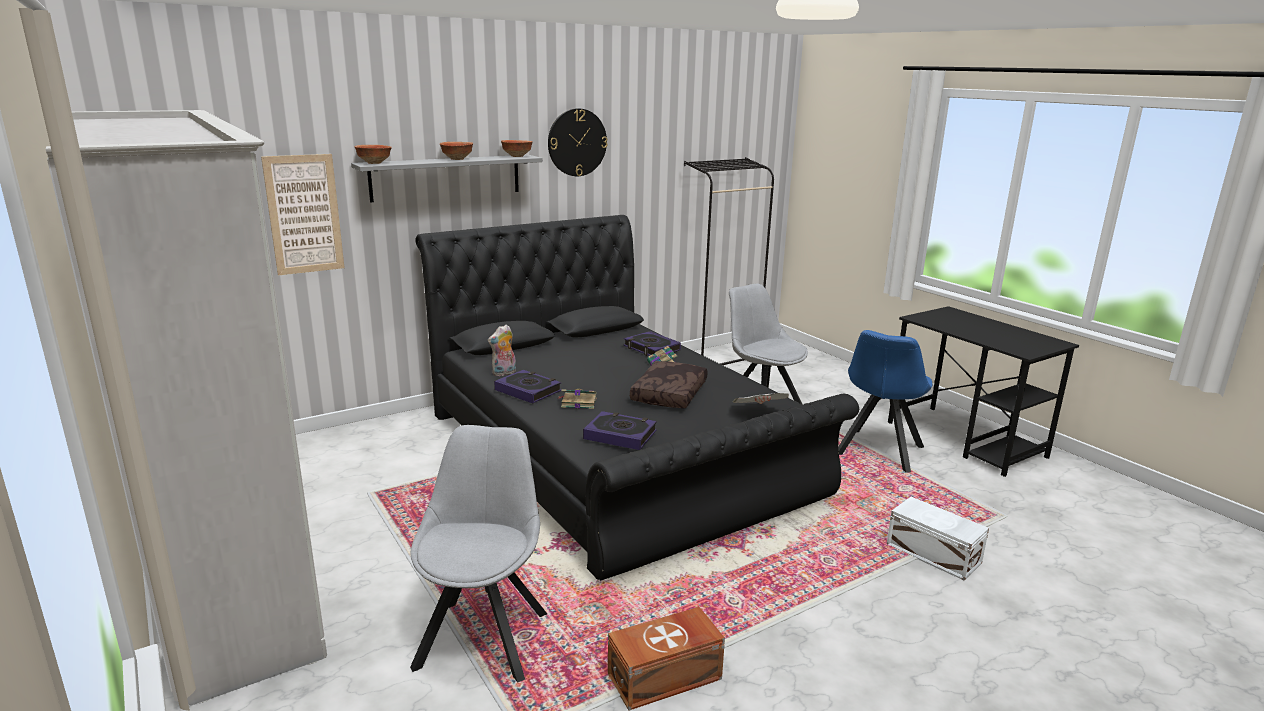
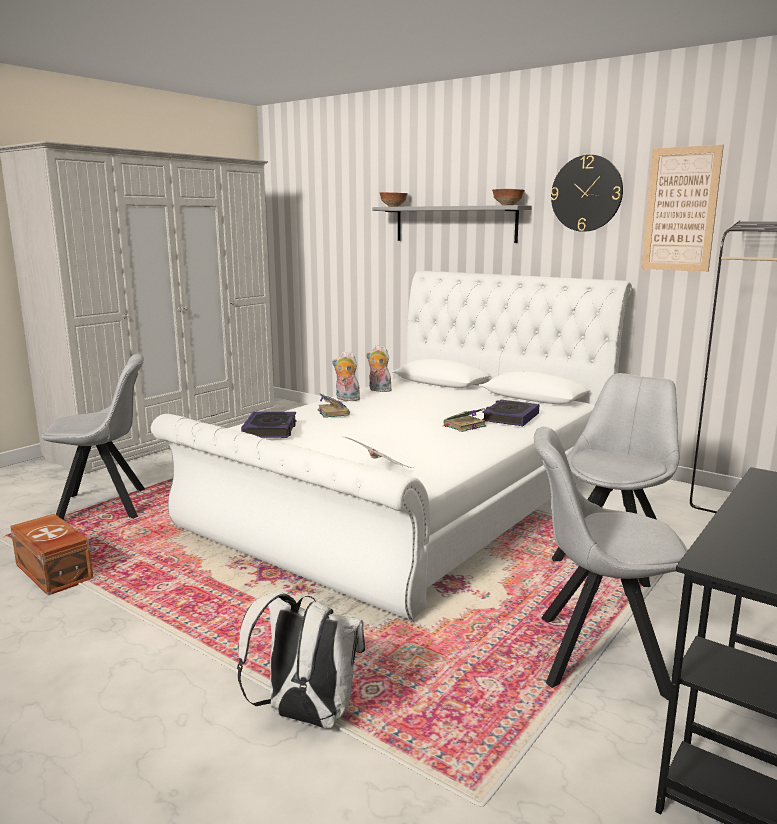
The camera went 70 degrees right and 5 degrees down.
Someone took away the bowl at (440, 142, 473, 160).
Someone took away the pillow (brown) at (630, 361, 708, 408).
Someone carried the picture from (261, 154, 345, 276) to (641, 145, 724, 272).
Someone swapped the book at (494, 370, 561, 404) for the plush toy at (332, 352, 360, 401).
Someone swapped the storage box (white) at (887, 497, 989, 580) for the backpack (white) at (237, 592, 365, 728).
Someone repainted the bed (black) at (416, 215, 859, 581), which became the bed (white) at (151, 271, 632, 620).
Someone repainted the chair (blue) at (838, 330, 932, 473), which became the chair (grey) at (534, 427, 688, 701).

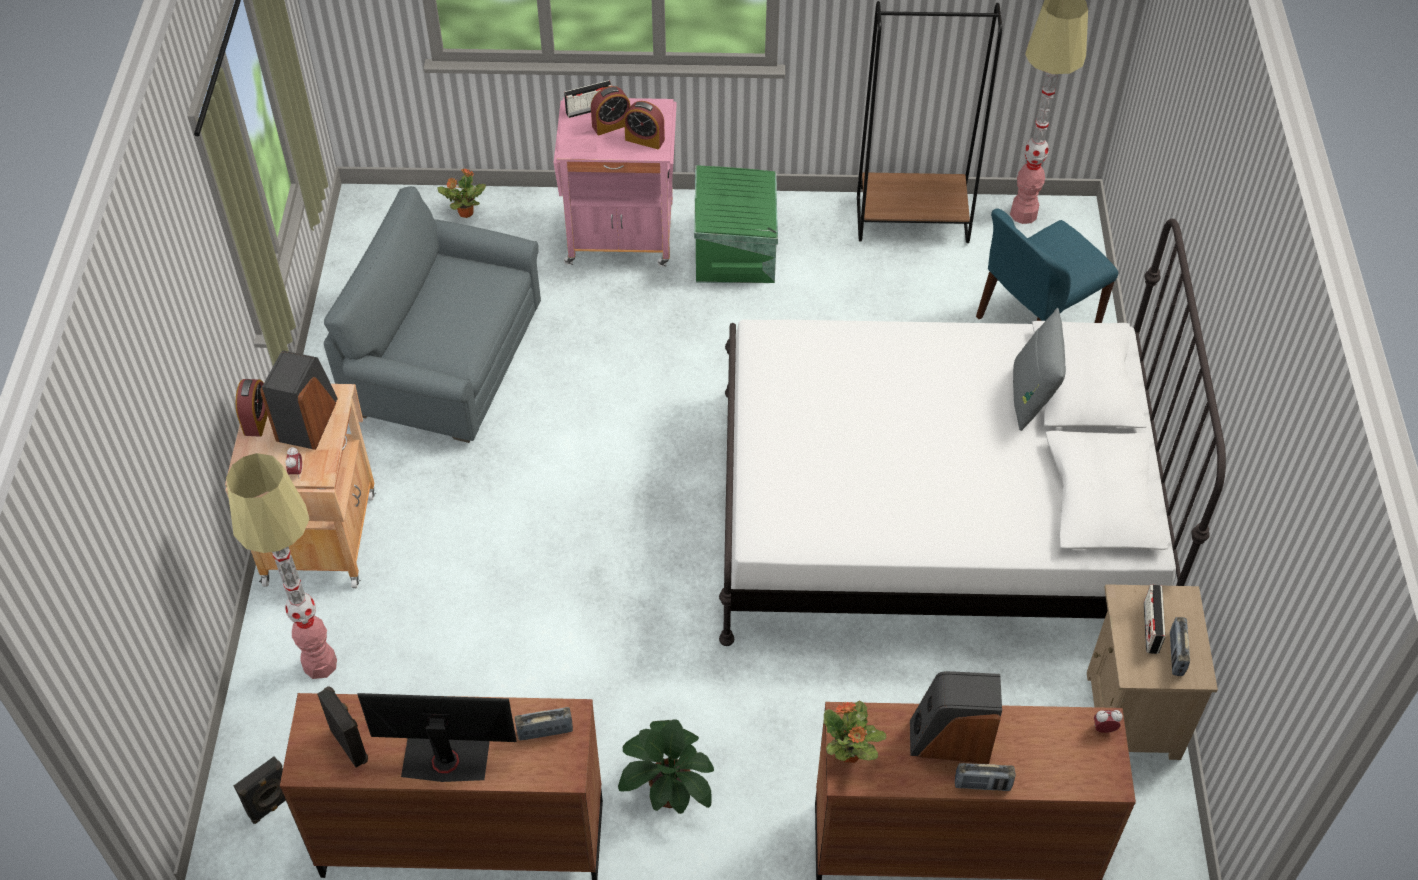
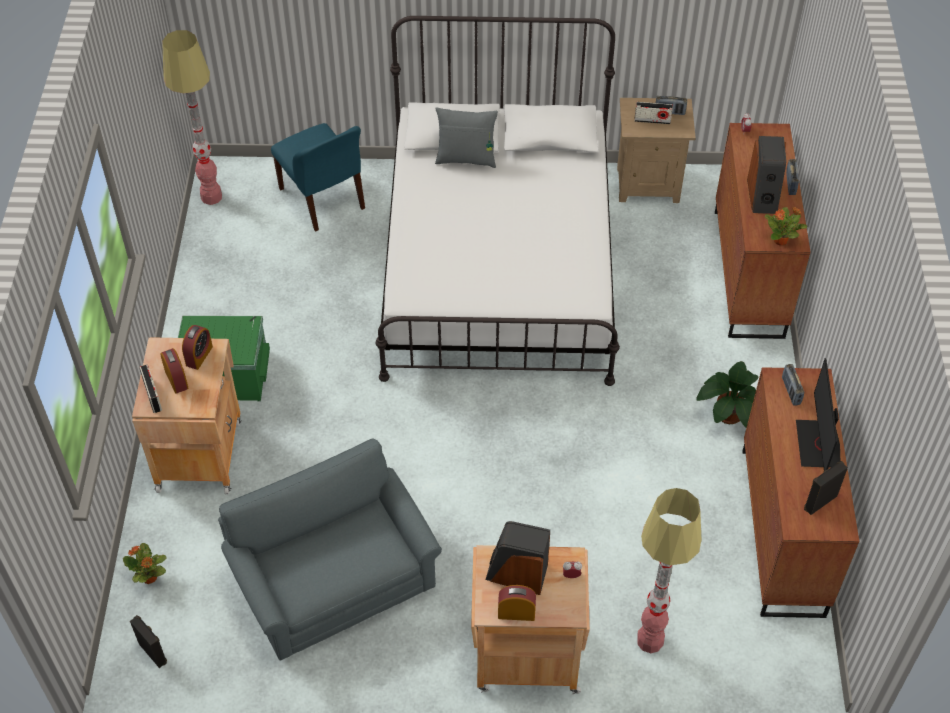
The camera went 90 degrees left and 0 degrees up.
Someone took away the clothes rack at (857, 1, 1002, 243).
Someone carried the speaker (black) from (234, 756, 286, 824) to (130, 615, 167, 668).
Someone repainted the cart (pink) at (554, 97, 677, 267), which became the cart (brown) at (132, 337, 242, 494).
Someone rotated the armchair (grey) at (324, 186, 541, 443) by 135 degrees clockwise.

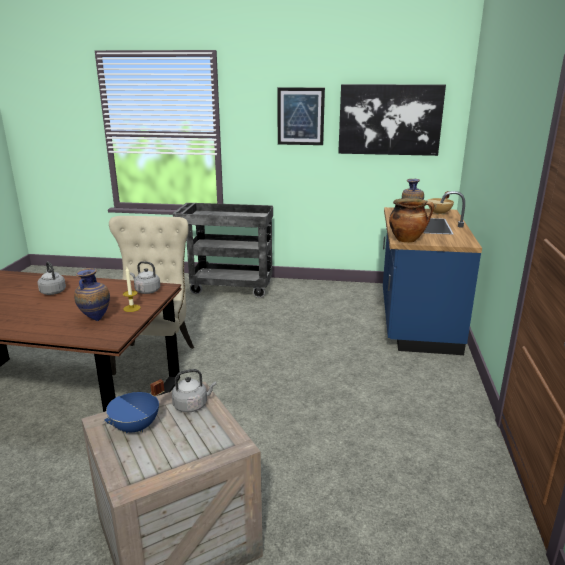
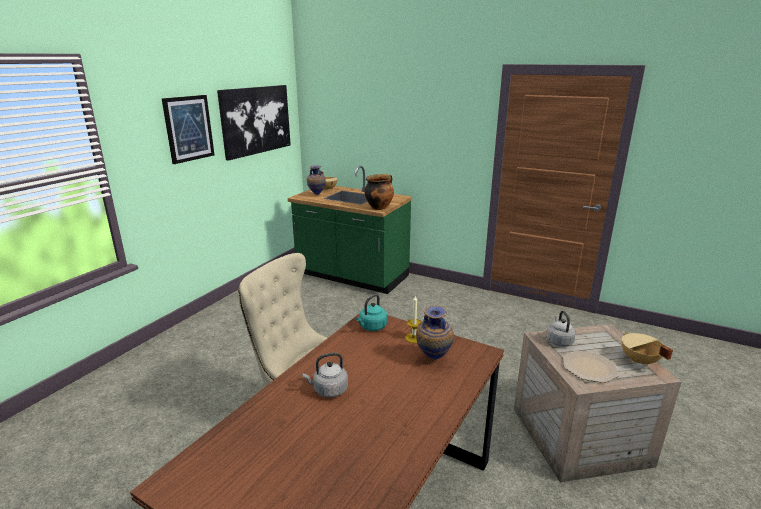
The camera went 70 degrees left and 0 degrees up.
Someone took away the cart (black) at (173, 203, 273, 298).
Someone put down the cooking pot (beige) at (622, 331, 673, 366).
Someone swapped the cooking pot (blue) at (104, 379, 164, 433) for the plate at (563, 351, 619, 383).
Someone repainted the kettle (grey) at (130, 261, 160, 294), which became the kettle (turquoise) at (356, 294, 387, 331).
Someone repainted the counter (blue) at (383, 191, 482, 355), which became the counter (green) at (288, 166, 412, 294).

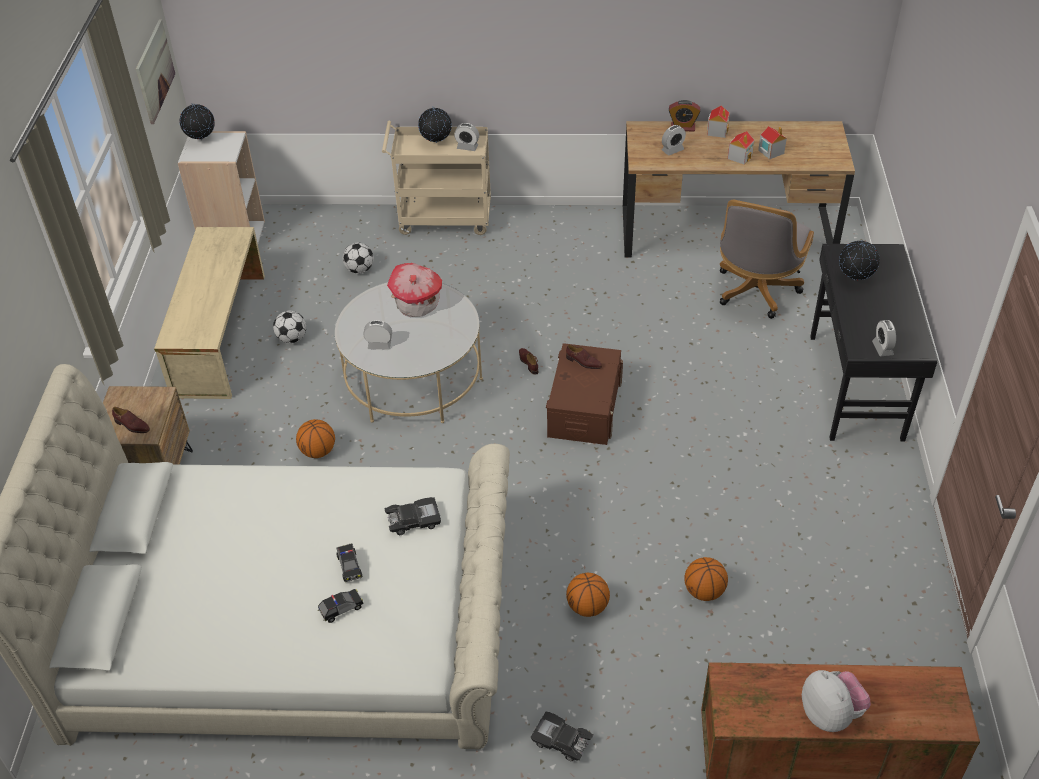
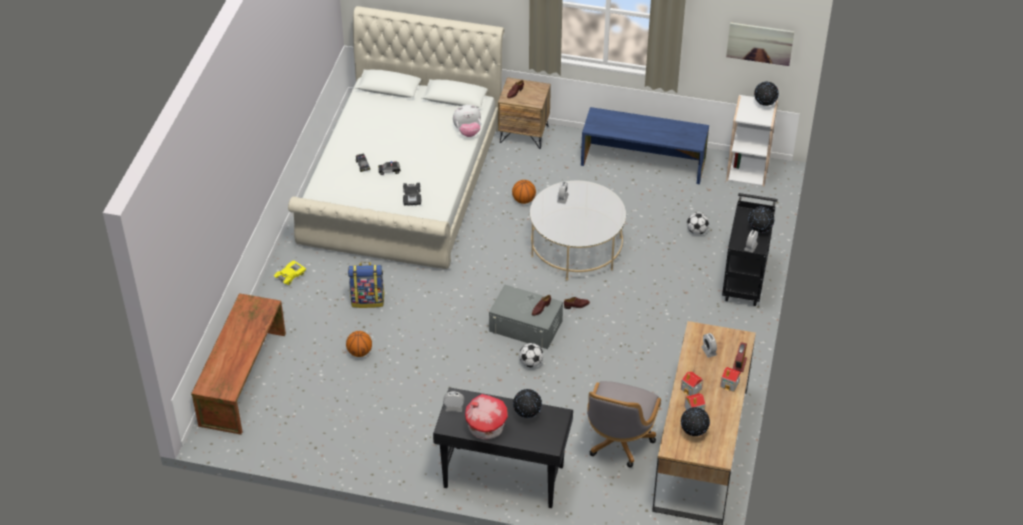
The camera went 100 degrees right and 0 degrees up.
Someone put down the globe at (681, 407, 710, 436).
Someone carried the football from (273, 311, 306, 343) to (519, 343, 543, 367).
Someone carried the toy house from (387, 263, 442, 317) to (465, 394, 508, 440).
Someone carried the plush toy from (802, 670, 871, 732) to (453, 105, 481, 137).
Someone swapped the basketball at (566, 573, 610, 617) for the backpack at (348, 262, 385, 308).
Someone repainted the bench (beige) at (154, 227, 265, 399), which became the bench (blue) at (581, 107, 709, 184).
Someone repainted the cart (beige) at (382, 120, 491, 235), which became the cart (black) at (722, 193, 777, 306).
Someone repainted the toy car (black) at (530, 712, 593, 762), which became the toy car (yellow) at (274, 261, 306, 285).
Someone repainted the storage box (brown) at (546, 343, 623, 445), which became the storage box (grey) at (489, 285, 563, 349).
Someone rotated the office chair (grey) at (720, 200, 814, 319) by 105 degrees counterclockwise.

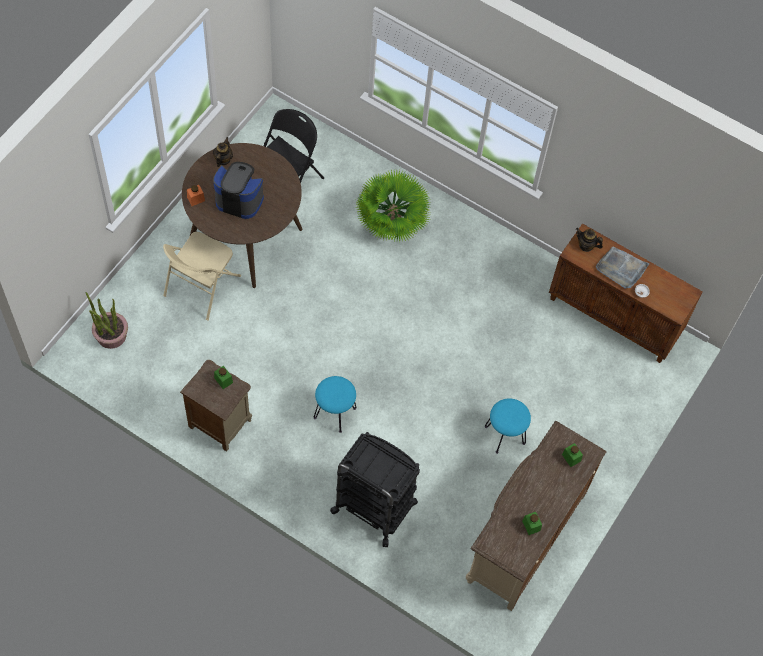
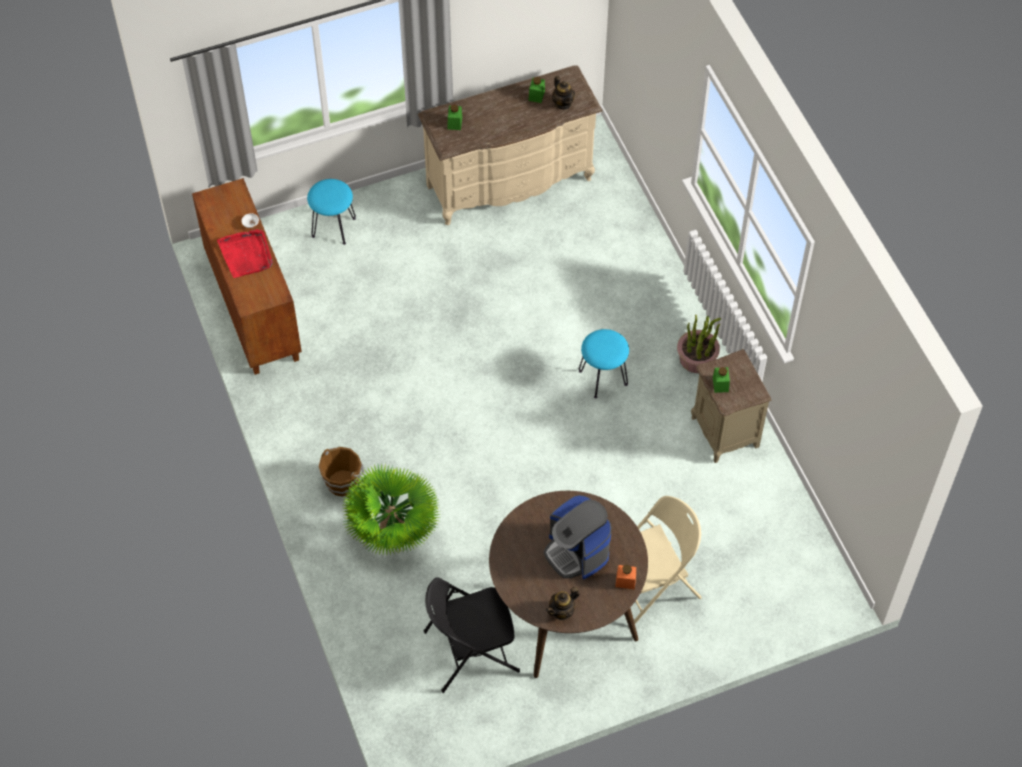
The camera went 140 degrees left and 5 degrees down.
Someone took away the cart (black) at (330, 432, 420, 547).
Someone put down the bucket (brown) at (319, 447, 364, 497).
Someone carried the potted plant from (86, 292, 128, 349) to (677, 314, 721, 373).
Someone carried the stool (turquoise) from (485, 398, 531, 454) to (307, 179, 356, 245).
Someone carried the teapot from (576, 228, 603, 252) to (552, 76, 575, 110).
Someone repainted the tray (grey) at (596, 247, 650, 289), which became the tray (red) at (217, 229, 273, 278).

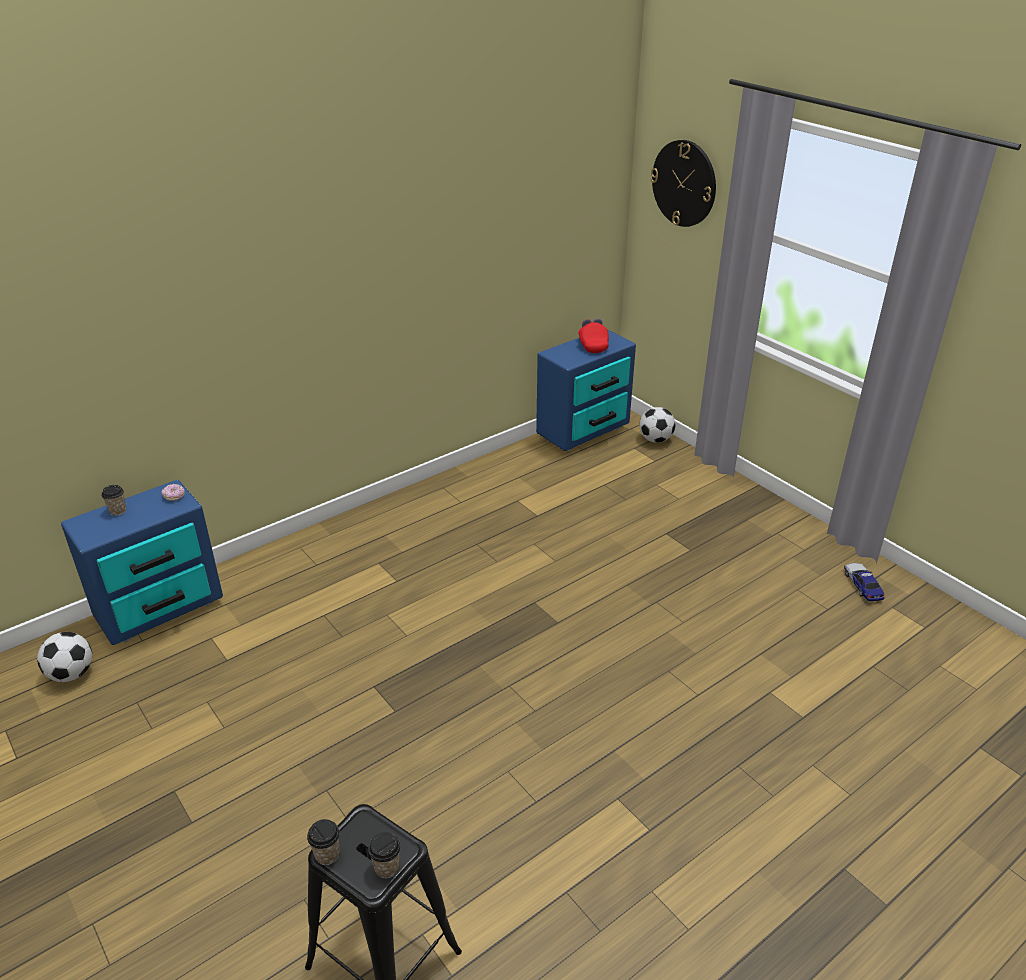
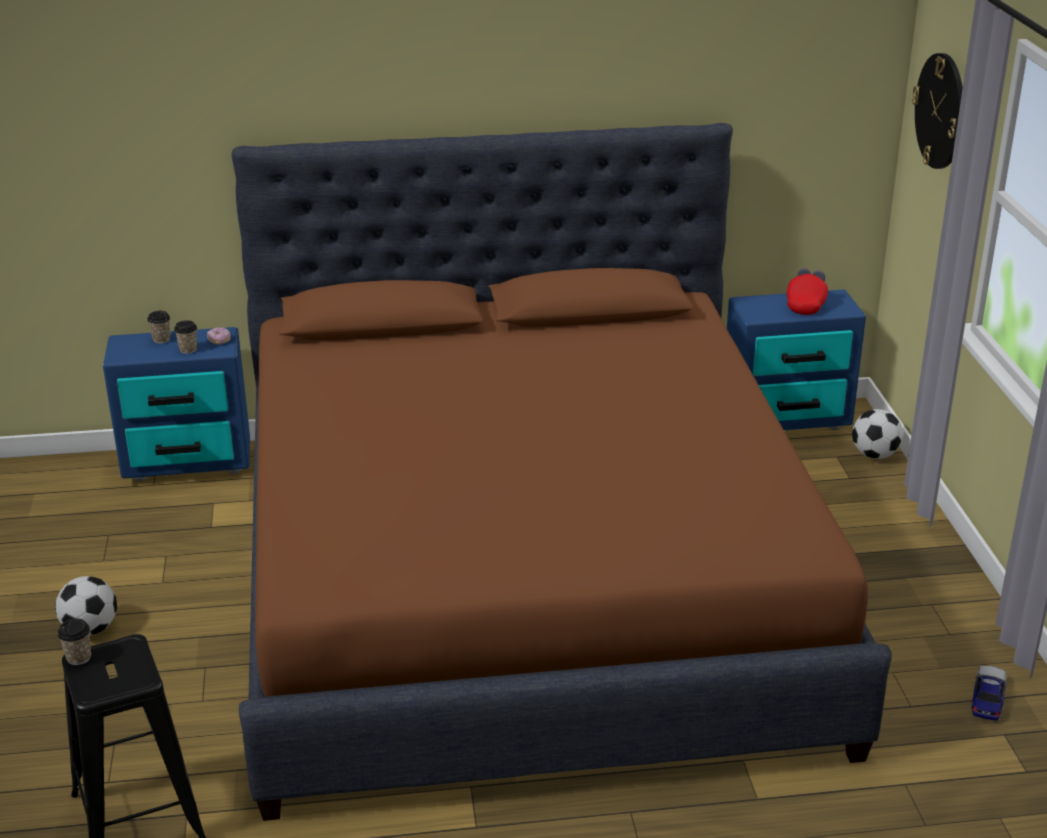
The camera went 30 degrees right and 5 degrees down.
Someone put down the bed (brown) at (232, 123, 892, 821).
Someone carried the football from (37, 632, 92, 682) to (55, 576, 117, 636).
Someone carried the cup from (368, 832, 401, 879) to (174, 320, 197, 354).

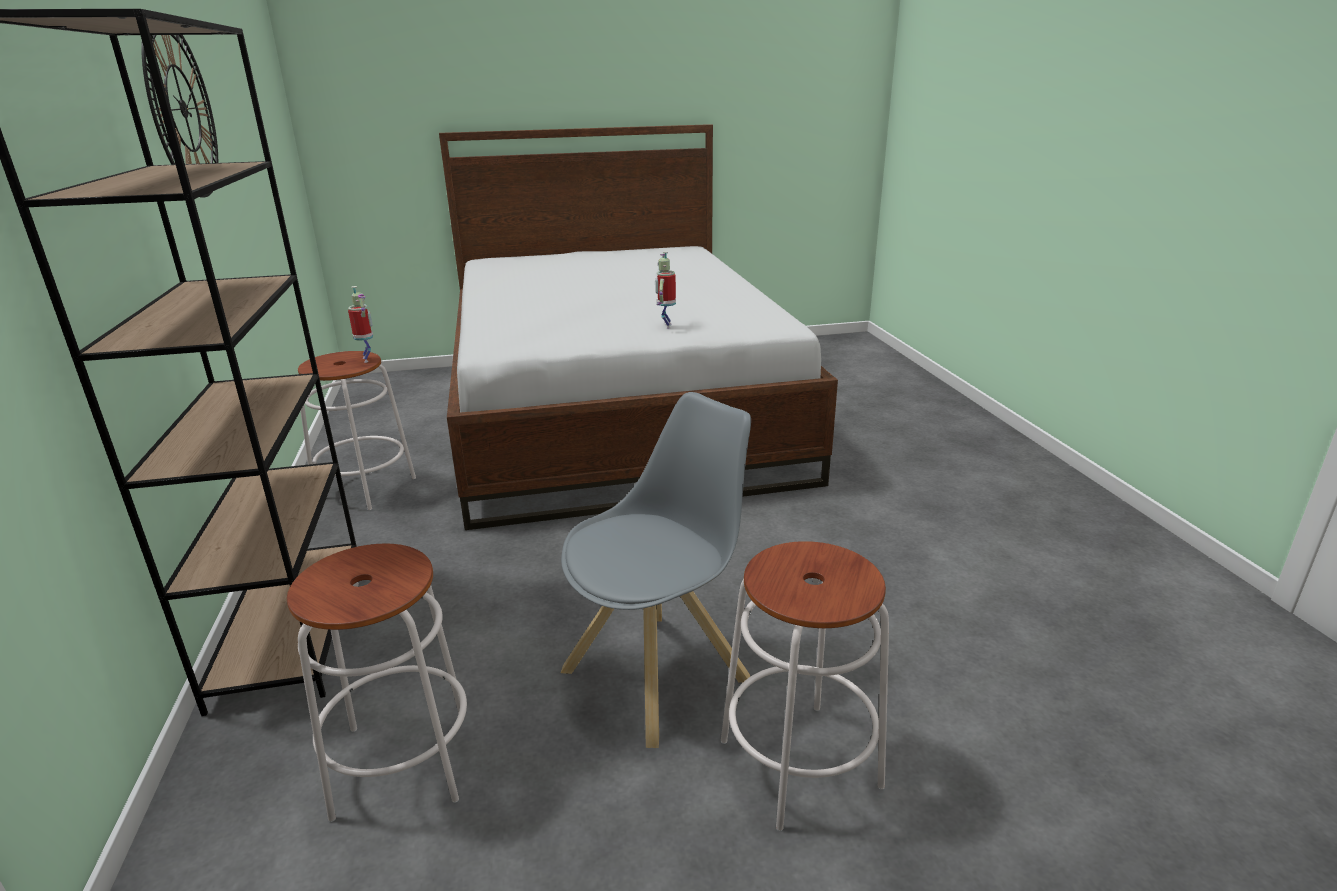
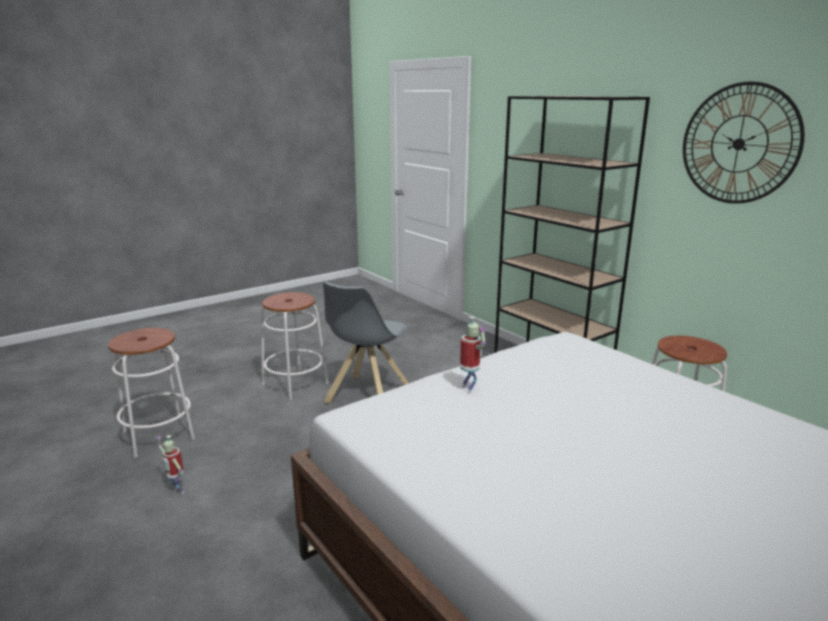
The camera went 155 degrees right and 5 degrees down.
Someone carried the stool (white) from (287, 544, 467, 822) to (108, 328, 195, 458).
Someone carried the toy robot from (348, 286, 373, 363) to (155, 435, 185, 494).

